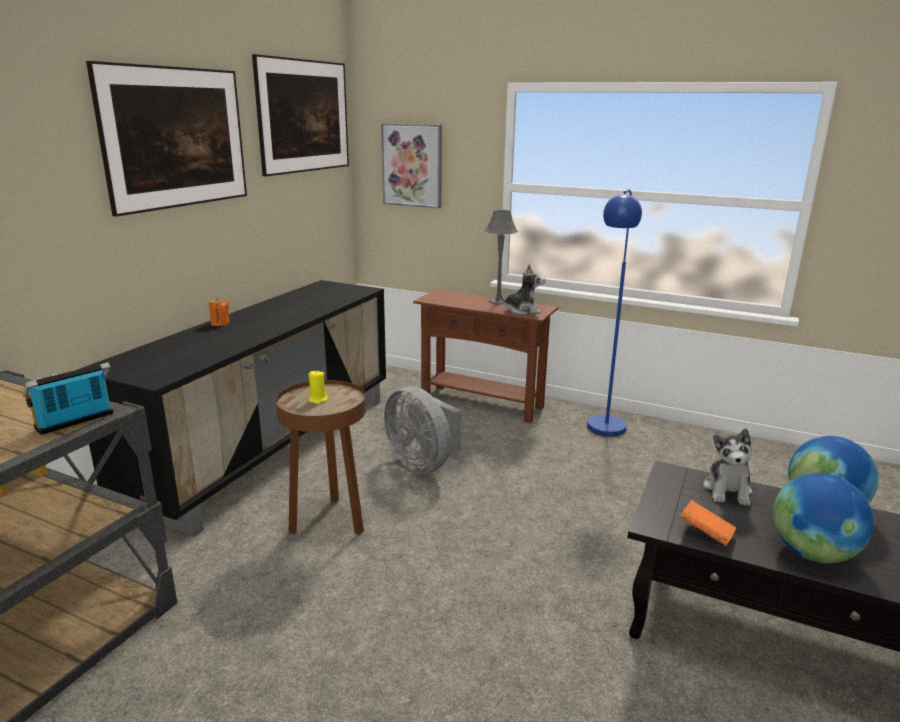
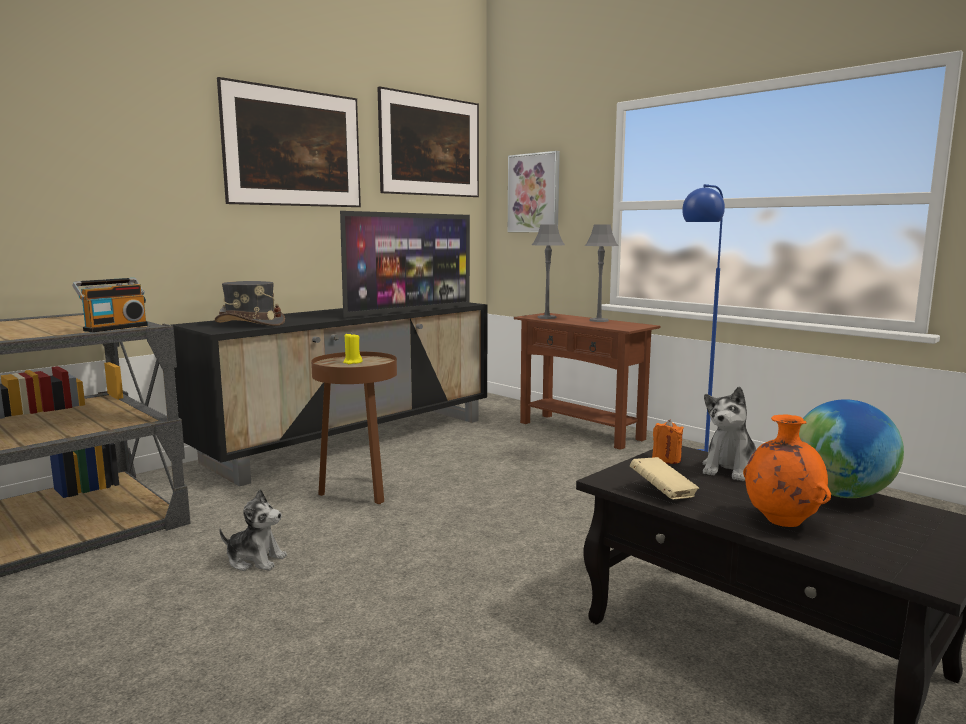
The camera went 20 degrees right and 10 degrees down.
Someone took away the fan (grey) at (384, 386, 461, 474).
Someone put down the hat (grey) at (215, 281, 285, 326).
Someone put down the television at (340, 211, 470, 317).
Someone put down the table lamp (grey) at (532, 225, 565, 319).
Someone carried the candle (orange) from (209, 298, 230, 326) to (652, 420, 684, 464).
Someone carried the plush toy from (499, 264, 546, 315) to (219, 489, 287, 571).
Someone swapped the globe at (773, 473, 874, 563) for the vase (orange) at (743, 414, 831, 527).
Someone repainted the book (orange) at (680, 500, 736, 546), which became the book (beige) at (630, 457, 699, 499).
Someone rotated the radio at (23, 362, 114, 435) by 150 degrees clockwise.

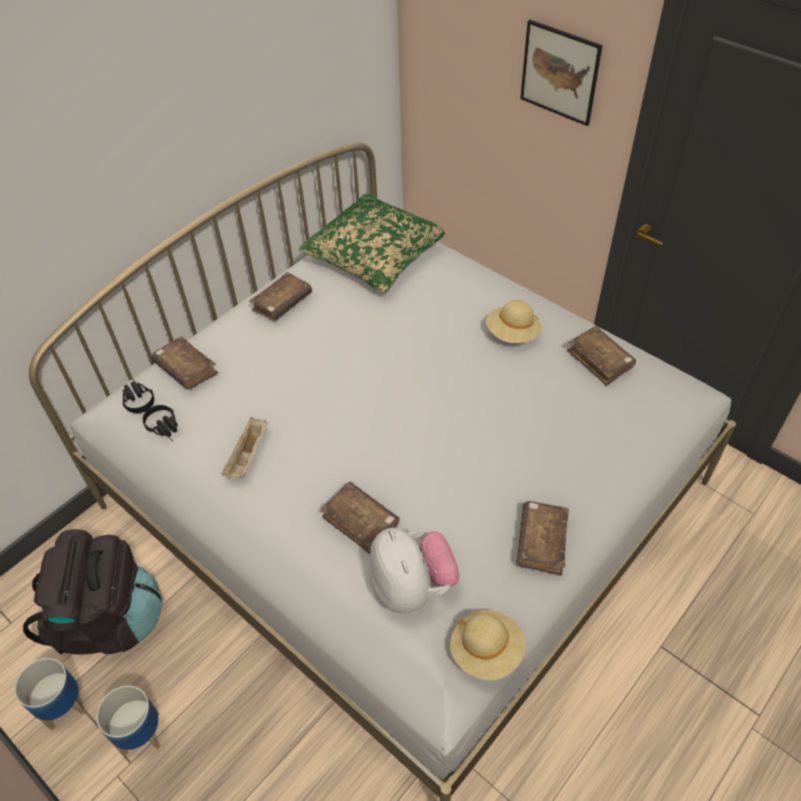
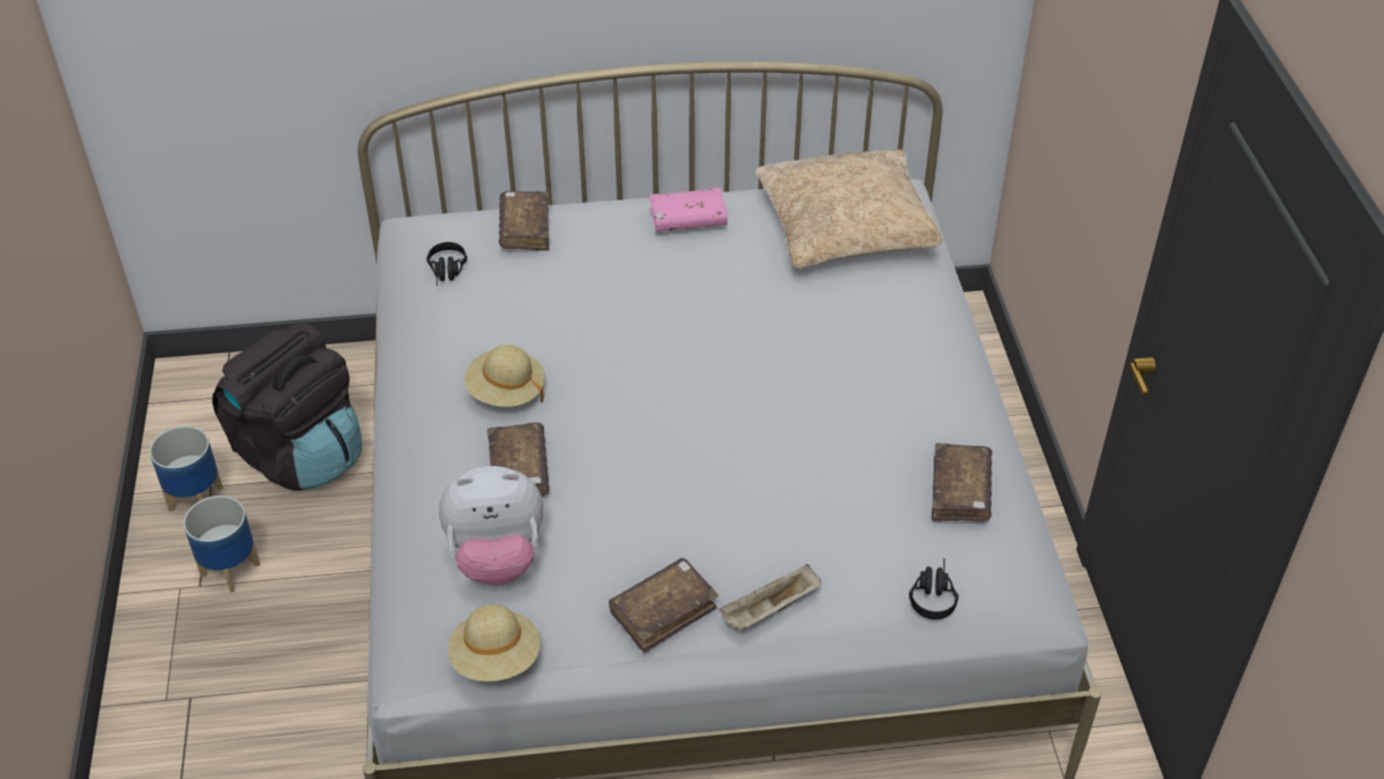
The camera went 40 degrees right and 5 degrees down.
Someone took away the picture at (520, 20, 603, 126).
Someone carried the headphones (black) from (122, 376, 154, 413) to (909, 558, 959, 620).
Someone carried the tray (beige) from (222, 417, 268, 478) to (719, 564, 821, 631).
Someone carried the hat (beige) from (486, 300, 542, 343) to (464, 345, 545, 407).
Someone repainted the book (brown) at (249, 272, 312, 321), which became the book (pink) at (649, 187, 728, 232).
Someone repainted the pillow (green) at (299, 194, 445, 293), which became the pillow (beige) at (756, 149, 943, 269).
Someone rotated the plush toy at (369, 528, 459, 613) by 60 degrees clockwise.

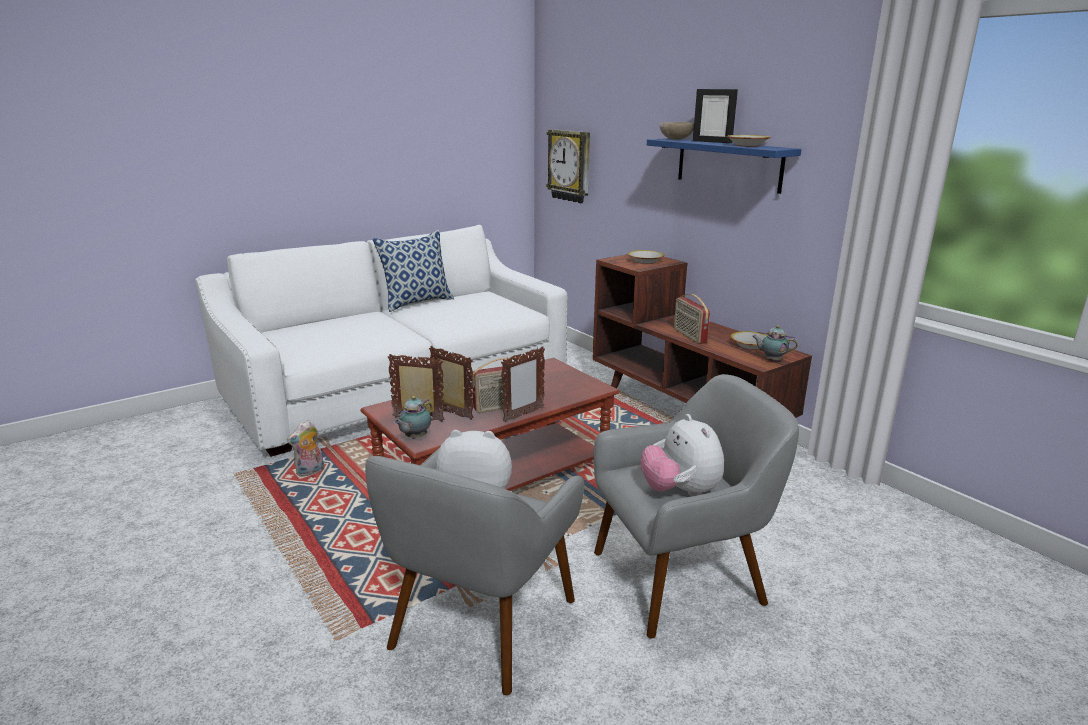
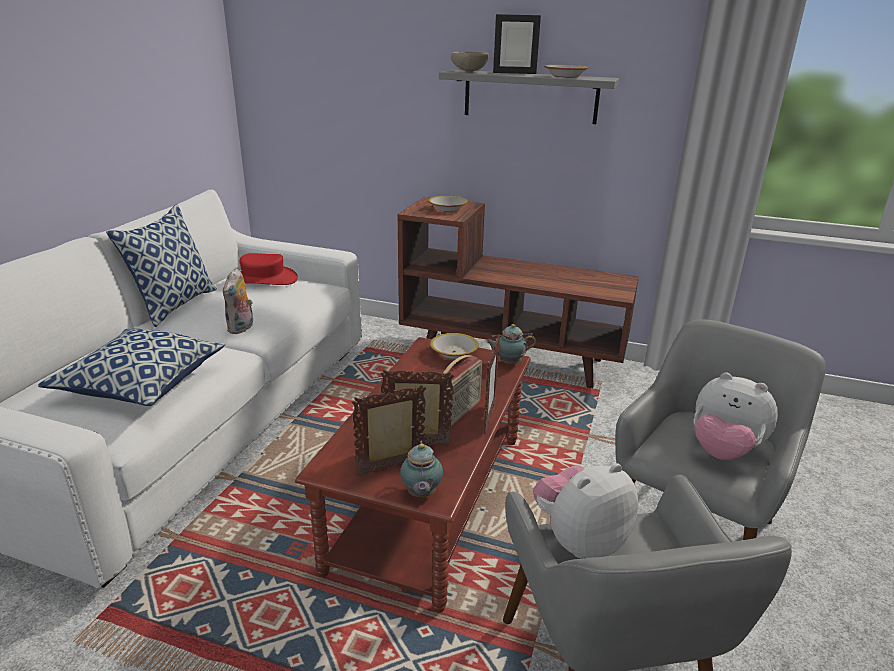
The camera went 35 degrees left and 5 degrees up.
Someone took away the wall clock at (546, 129, 590, 203).
Someone took away the radio at (674, 294, 710, 344).
Someone put down the pillow at (38, 329, 225, 406).
Someone put down the hat (red) at (240, 253, 298, 285).
Someone carried the plush toy from (287, 420, 324, 476) to (223, 268, 253, 334).
Someone carried the bowl from (731, 331, 767, 350) to (430, 333, 479, 359).
Someone carried the teapot from (752, 325, 798, 361) to (486, 324, 536, 364).
Someone repainted the shelf (blue) at (647, 138, 801, 194), which became the shelf (grey) at (439, 70, 619, 124).

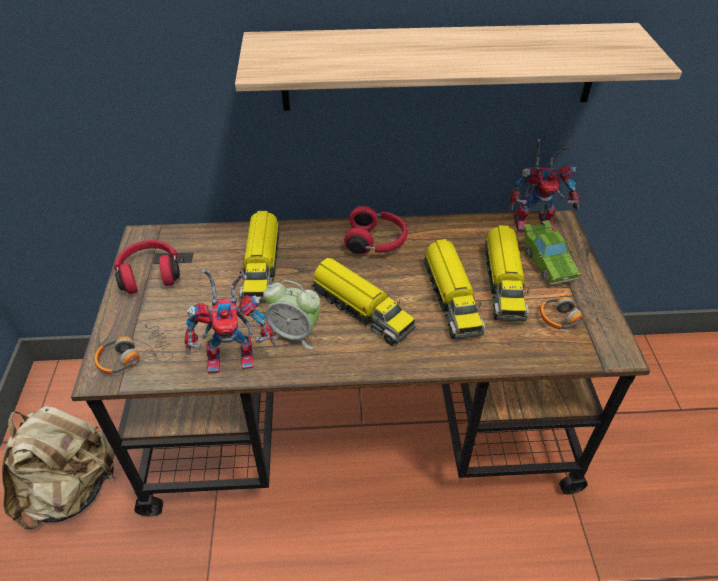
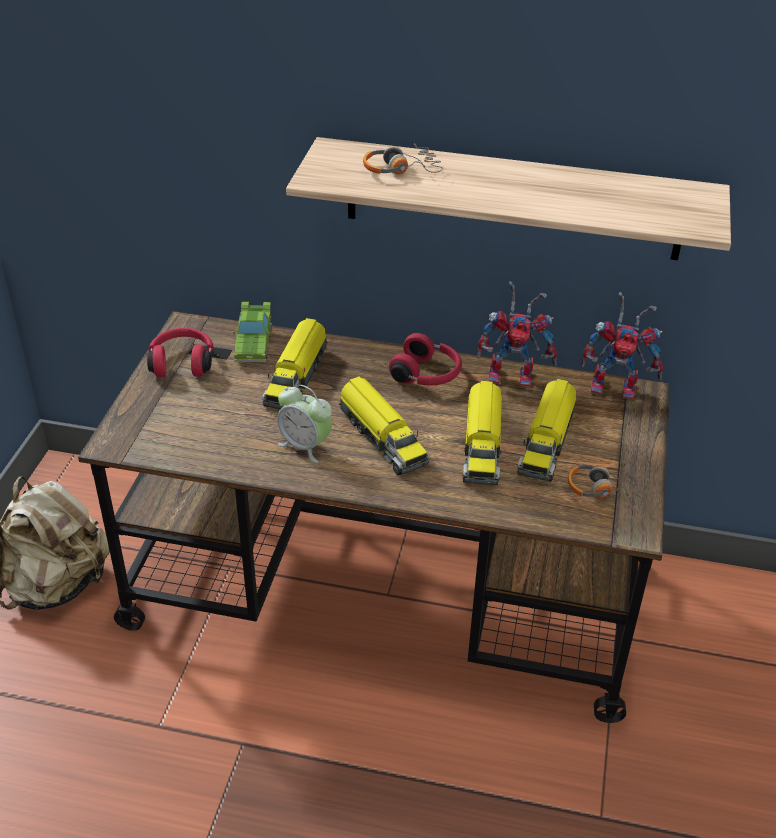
The camera went 15 degrees right and 5 degrees down.
Someone carried the headphones from (95, 324, 173, 374) to (363, 143, 443, 174).
Someone carried the toy robot from (185, 269, 275, 374) to (477, 281, 557, 387).
Someone carried the toy car (green) from (523, 220, 580, 286) to (233, 302, 272, 362).

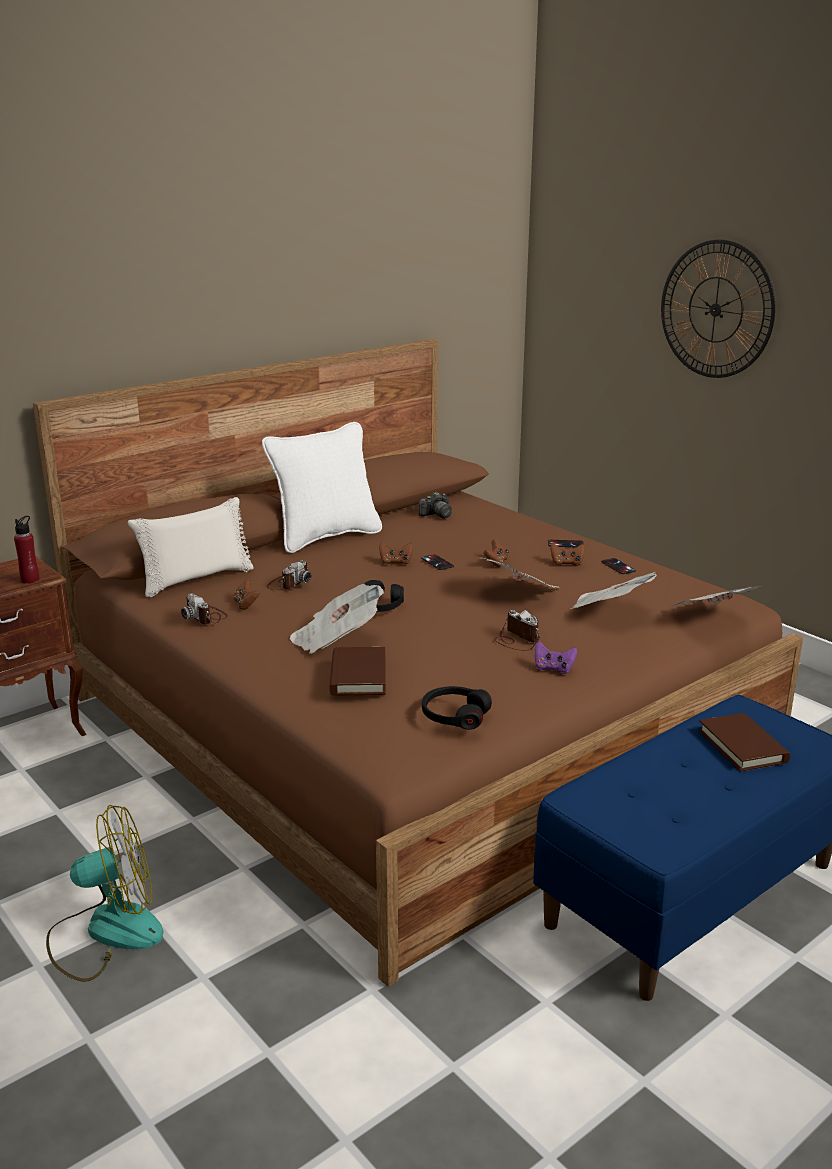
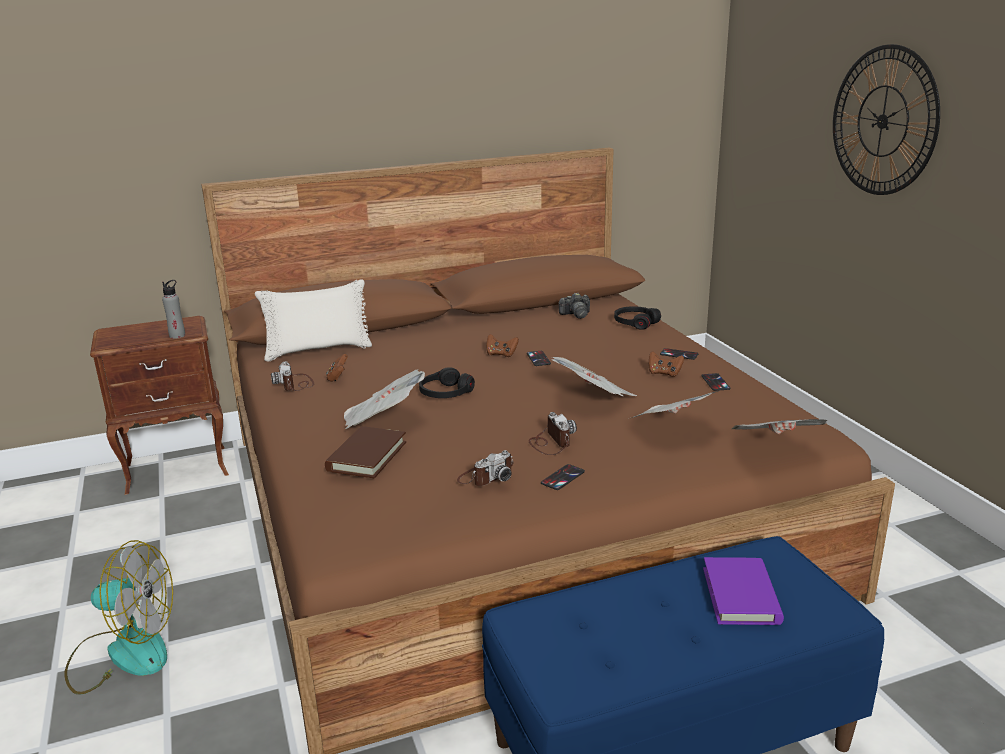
The camera went 20 degrees right and 0 degrees up.
Someone took away the pillow (white) at (262, 422, 382, 553).
Someone took away the game controller (brown) at (483, 540, 509, 567).
Someone carried the photo camera from (267, 560, 311, 589) to (457, 450, 514, 486).
Someone carried the headphones (black) from (422, 686, 492, 730) to (614, 307, 661, 330).
Someone swapped the game controller (purple) at (535, 642, 577, 674) for the phone at (541, 464, 585, 490).
Someone repainted the bottle (red) at (14, 516, 39, 584), which became the bottle (grey) at (162, 280, 185, 339).
Someone repainted the book (brown) at (698, 713, 790, 772), which became the book (purple) at (703, 557, 784, 625).

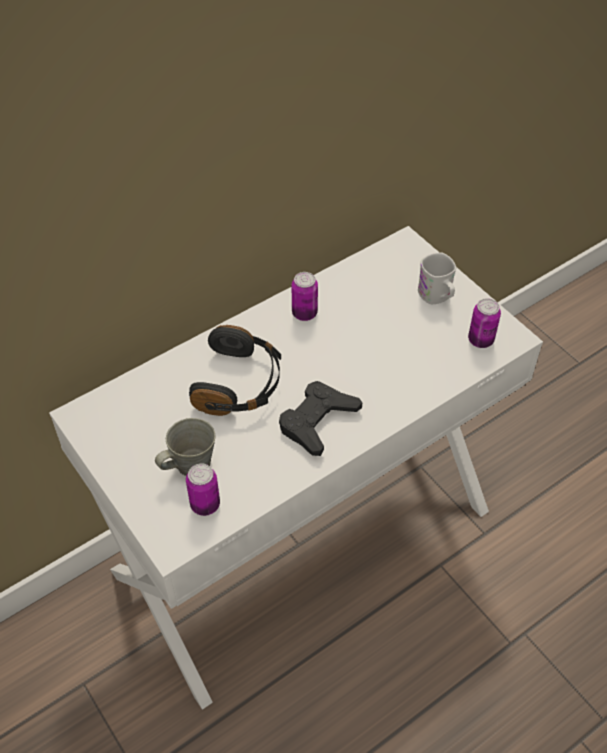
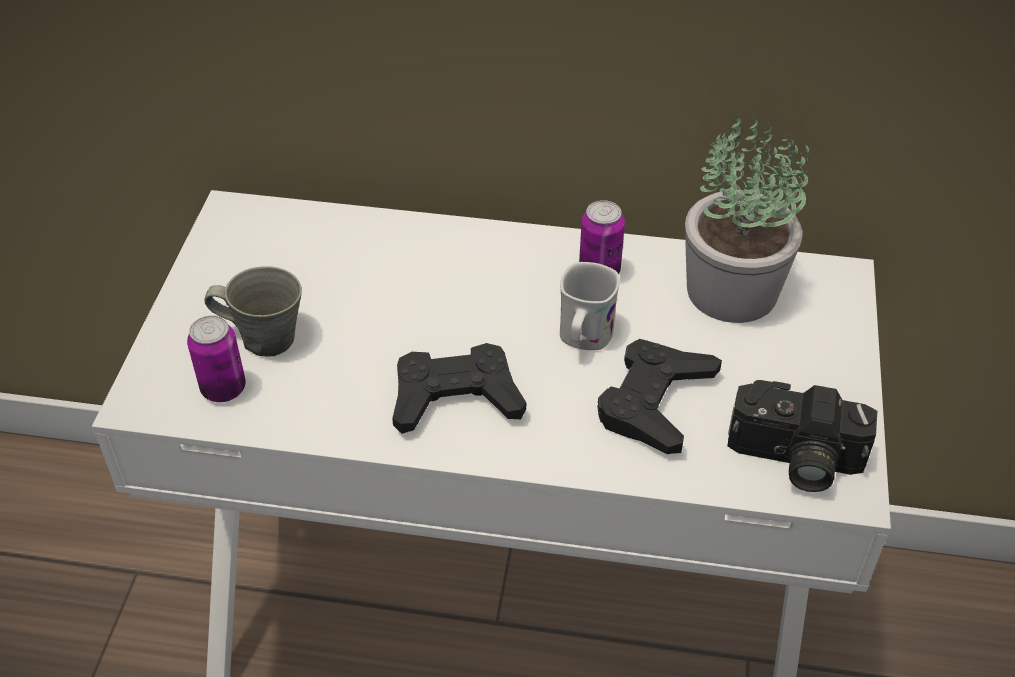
The camera went 45 degrees right and 5 degrees down.
Someone took away the headphones (black) at (189, 325, 281, 416).
Someone put down the game controller (black) at (597, 339, 722, 454).
Someone put down the potted plant at (685, 114, 809, 323).
Someone carried the mug (white) from (418, 252, 456, 304) to (560, 262, 619, 350).
Someone swapped the can at (468, 298, 501, 348) for the photo camera at (727, 380, 877, 492).

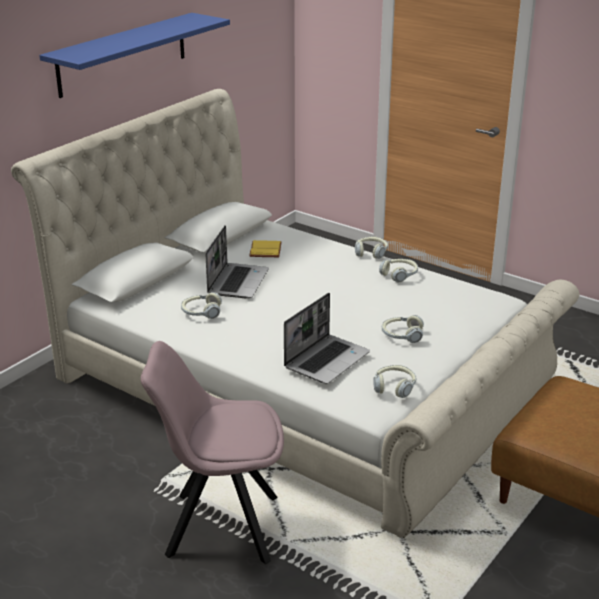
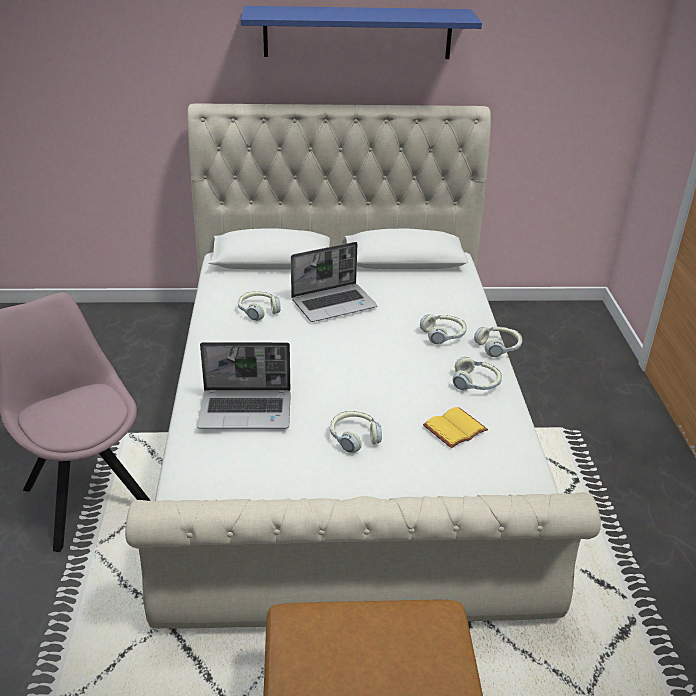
The camera went 50 degrees right and 5 degrees up.
Someone carried the book (yellow) from (249, 240, 282, 257) to (423, 407, 488, 448).
Someone carried the headphones from (374, 365, 416, 398) to (420, 314, 467, 344).

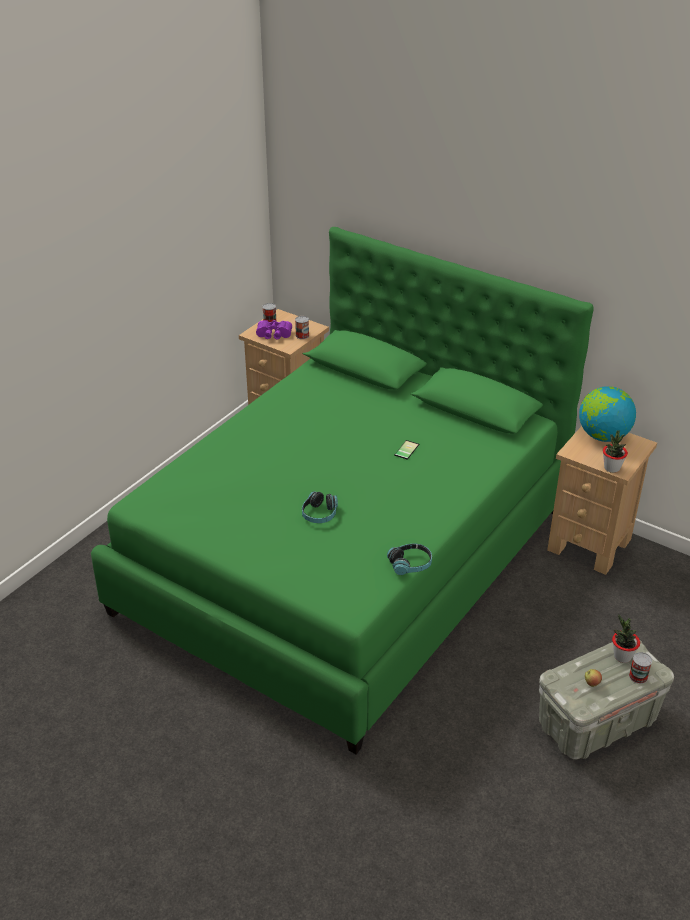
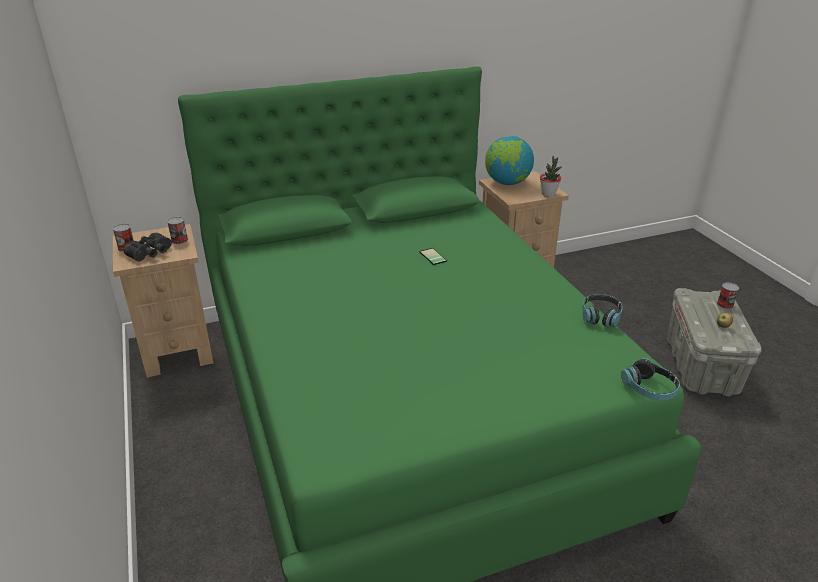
The camera went 55 degrees left and 5 degrees down.
Someone took away the potted plant at (612, 615, 640, 663).
Someone carried the headphones from (302, 492, 338, 523) to (621, 358, 680, 401).
Someone repainted the binoculars (purple) at (256, 320, 292, 339), which became the binoculars (black) at (124, 233, 172, 261).

